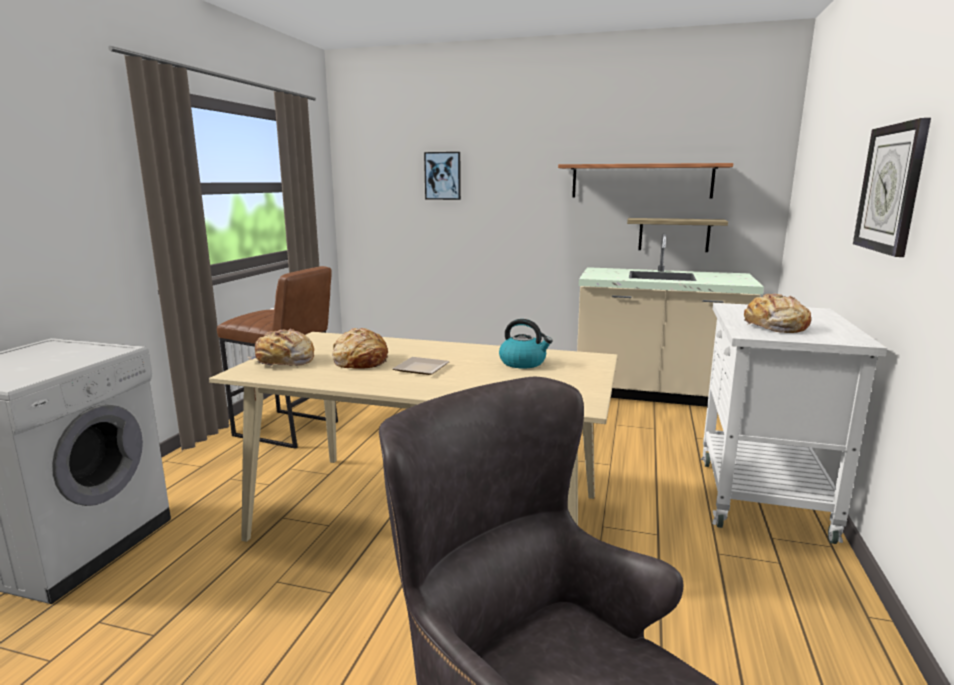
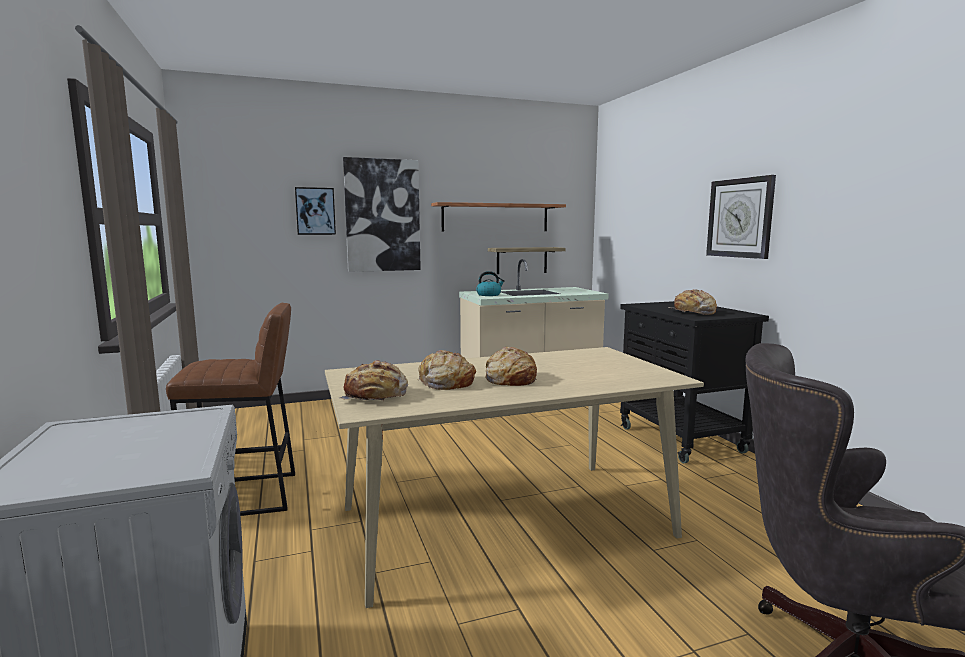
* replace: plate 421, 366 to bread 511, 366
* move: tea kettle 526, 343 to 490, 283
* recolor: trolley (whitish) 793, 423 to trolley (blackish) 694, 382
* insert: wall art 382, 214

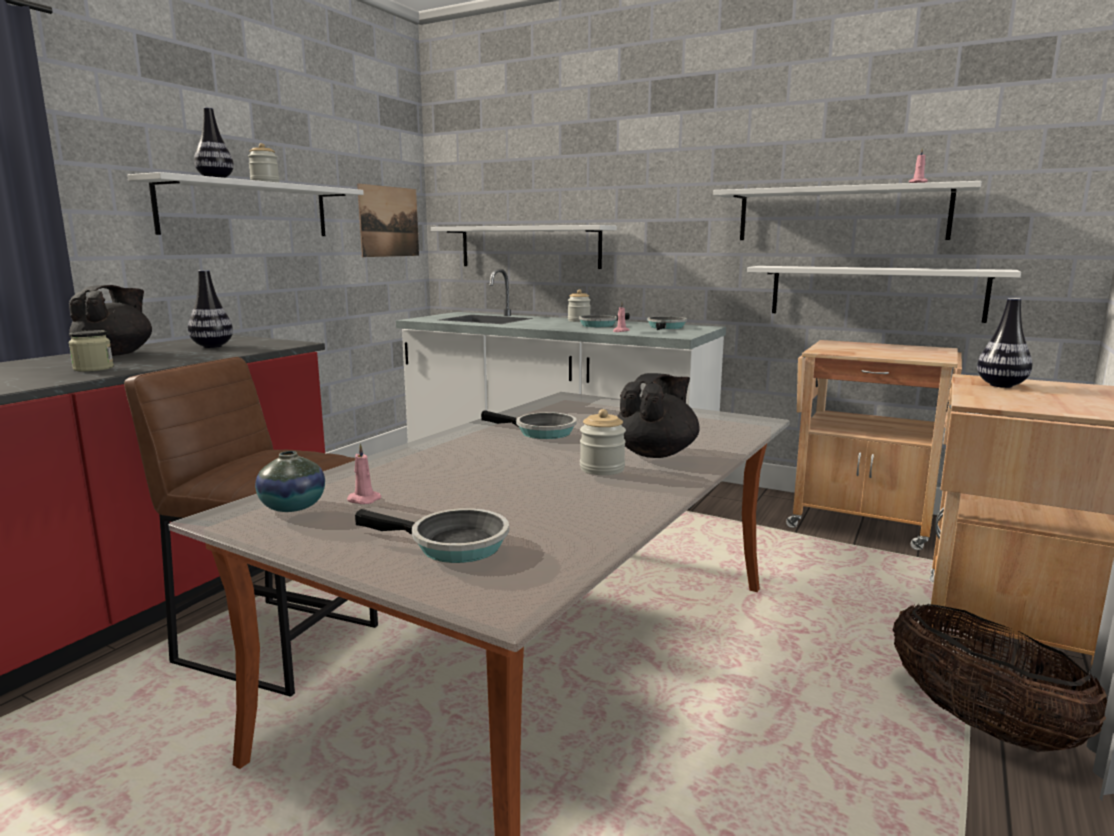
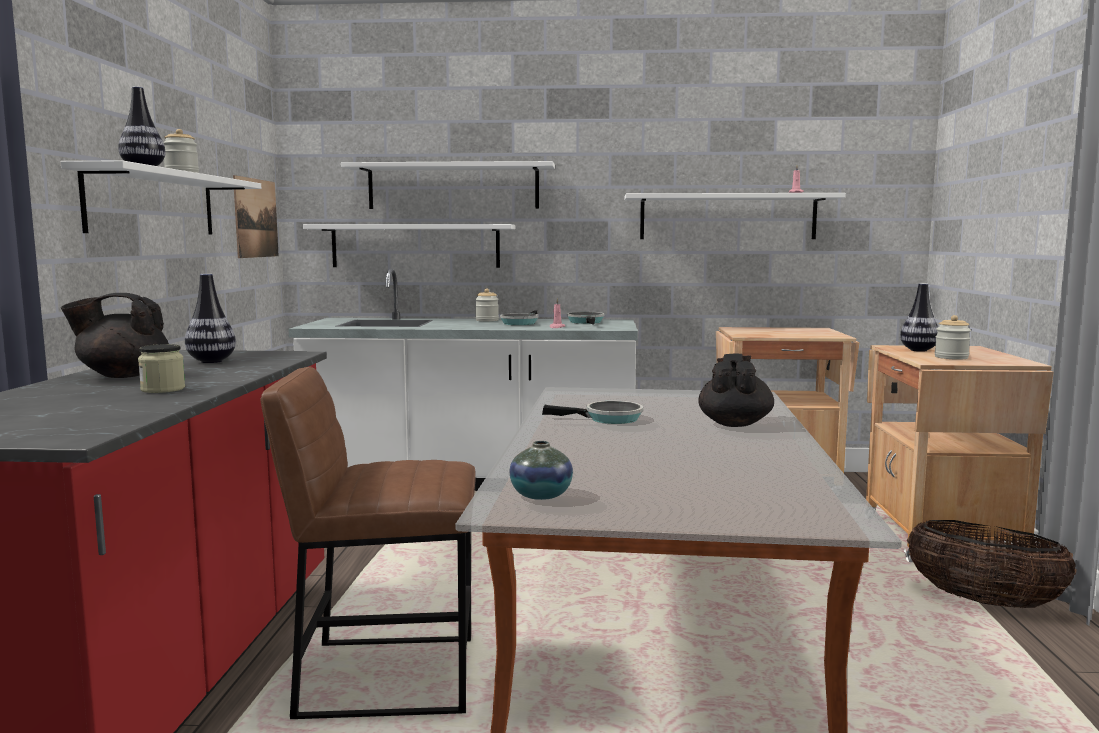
* rotate: teapot (blackish) 110, 320 = 115, 335 90 degrees counterclockwise
* delete: wax candle (pink-coloured) 364, 474
* delete: pan 432, 535
* move: storage jar 603, 442 to 953, 337
* move: bracket shelf (whitish) 884, 294 to 448, 185

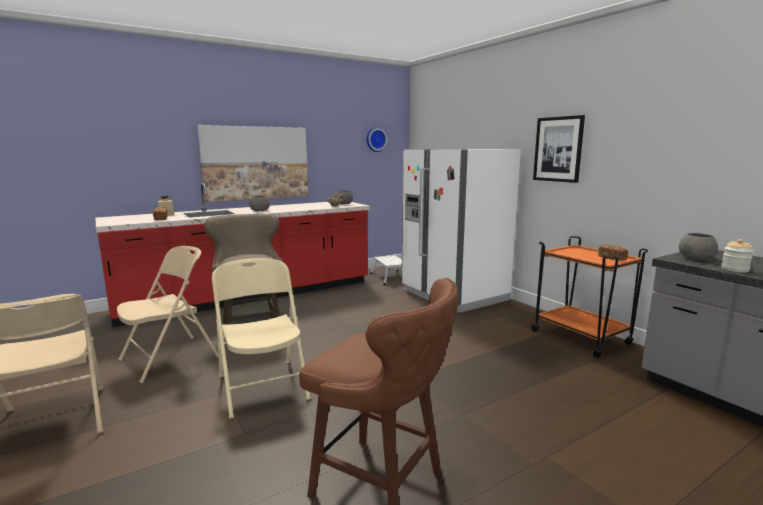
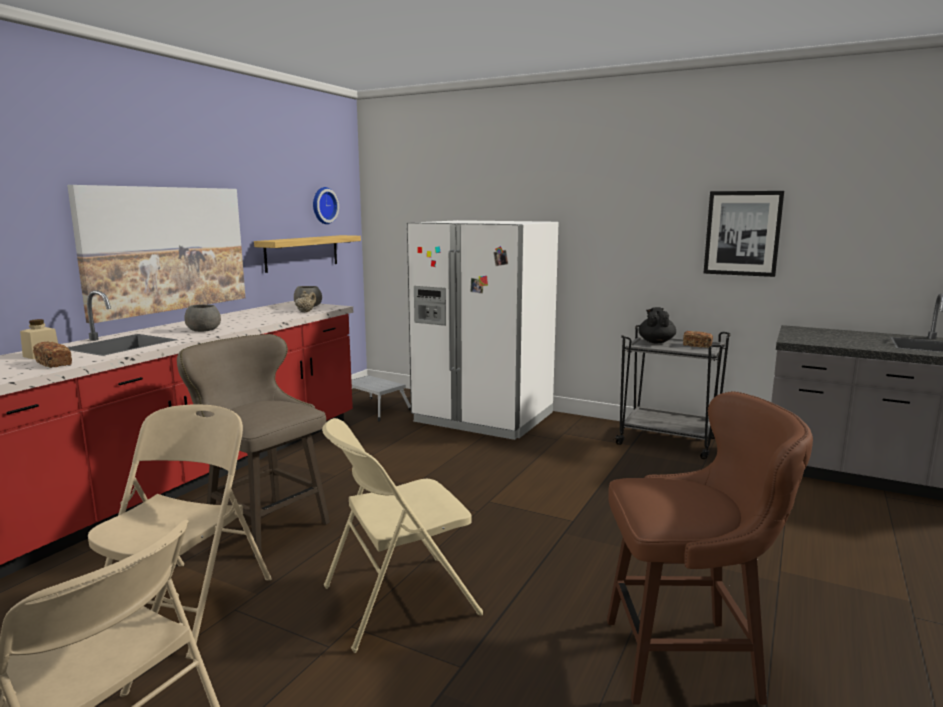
* rotate: plain chair (beige) 261, 338 = 402, 535 60 degrees counterclockwise
* recolor: trolley (orange) 589, 297 to trolley (gray) 672, 392
* move: wall art 559, 149 to 744, 234
* delete: serving bowl (gray) 698, 246
* delete: storage jar 737, 255
* insert: bracket shelf 307, 254
* insert: teapot (blackish) 657, 325

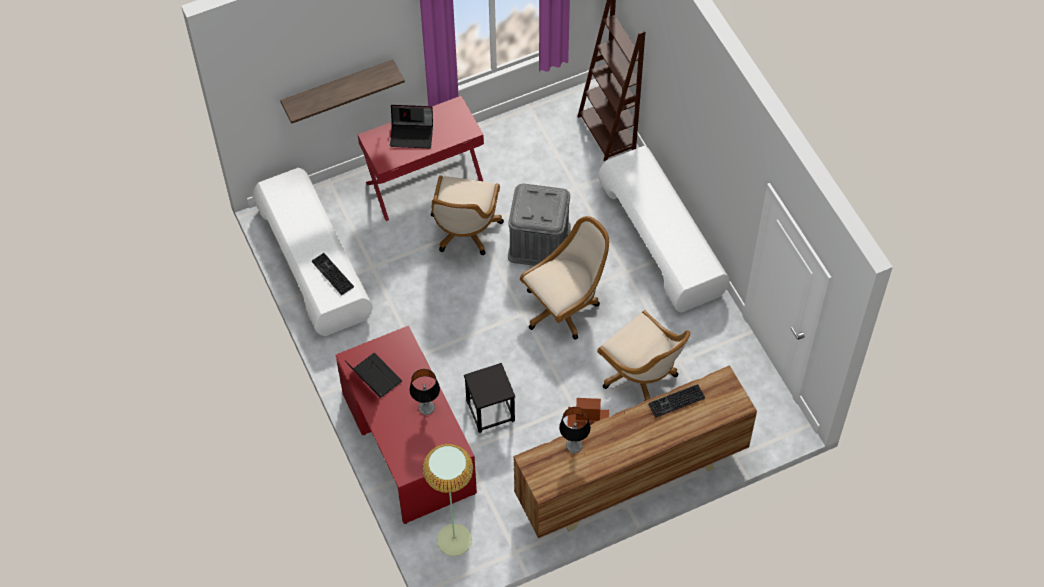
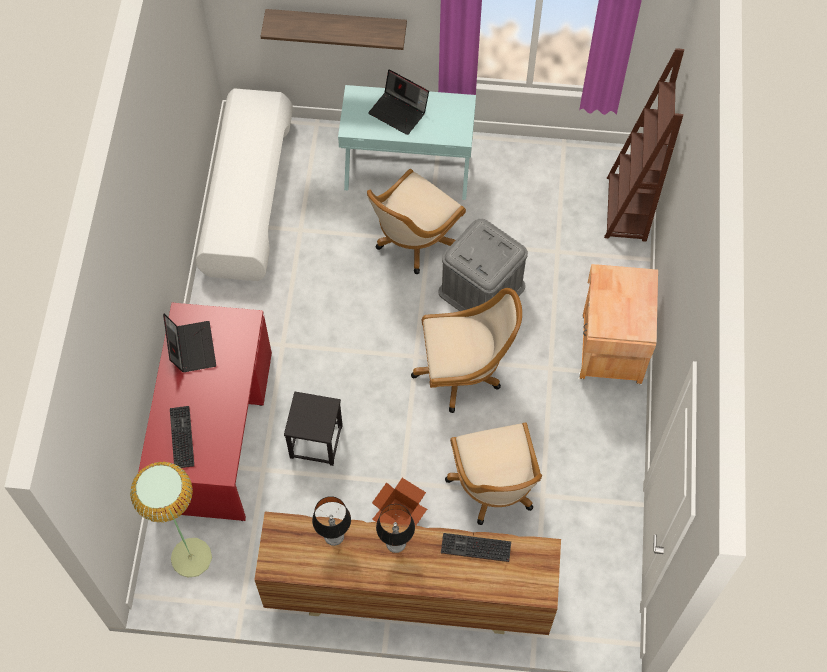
* move: PC keyboard 333, 274 to 182, 437
* recolor: desk (red-coloured) 421, 158 to desk (turquoise-coloured) 407, 142
* move: tabletop lamp 424, 392 to 395, 528
* replace: long seat (whitish) 664, 229 to trolley (brownish) 618, 324

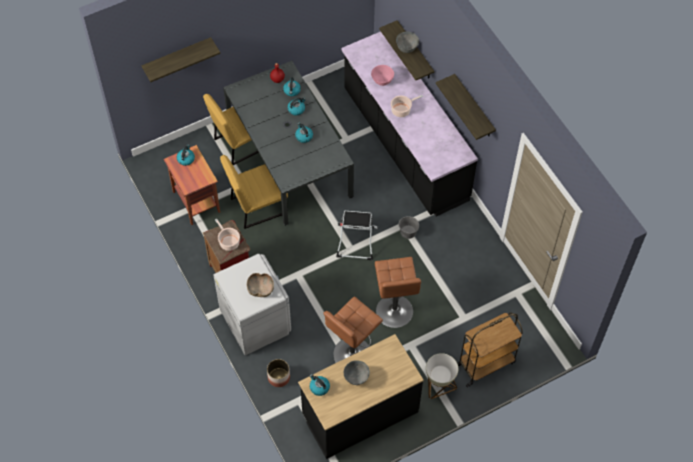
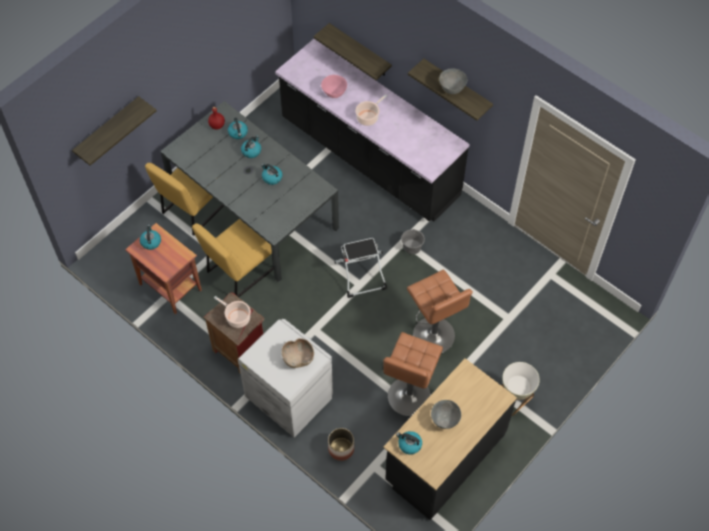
* move: serving bowl (gray) 407, 42 to 453, 81
* delete: trolley (brownish) 490, 350

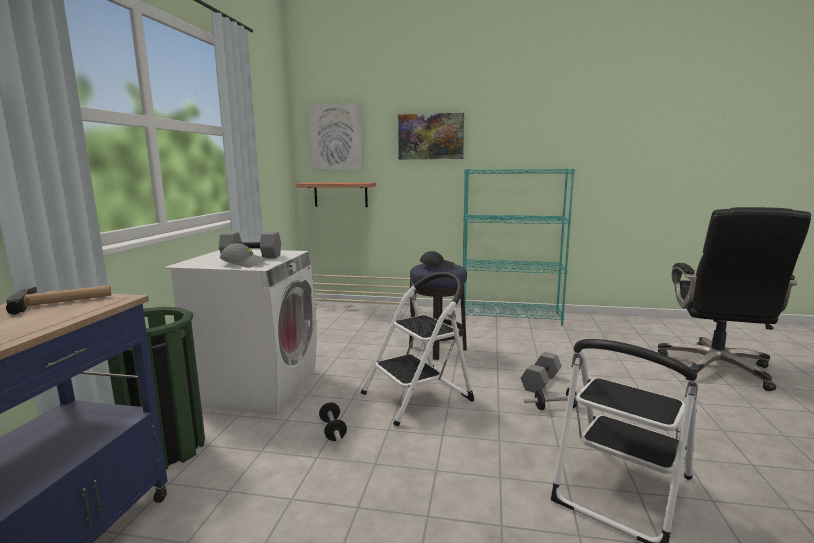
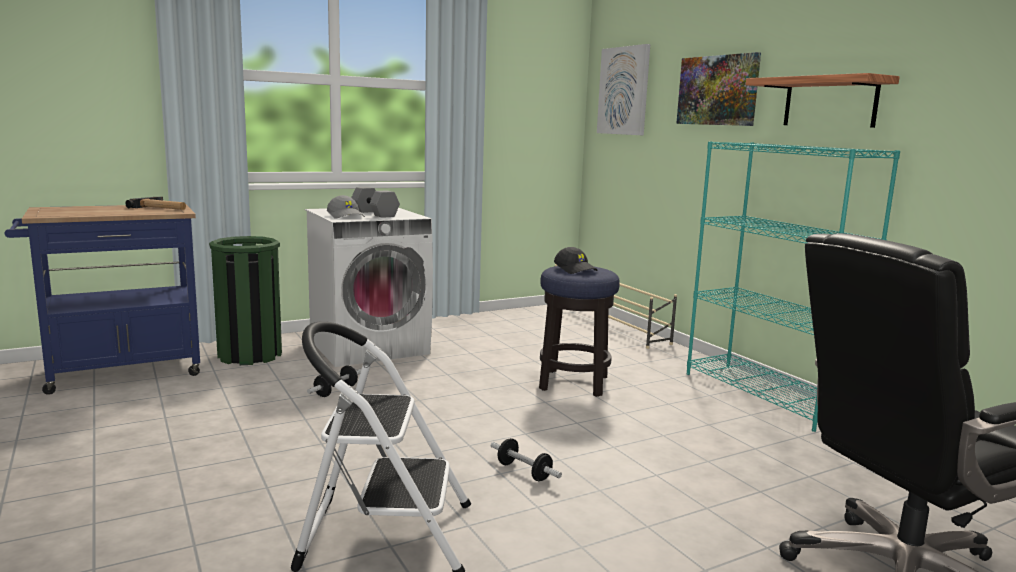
* move: bracket shelf 336, 195 to 823, 100
* delete: stepladder 417, 349
* delete: free weight (gray) 541, 372

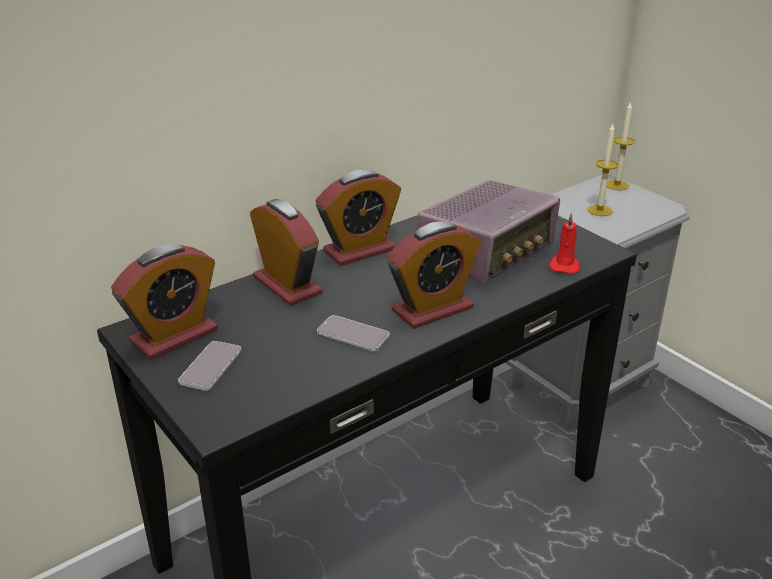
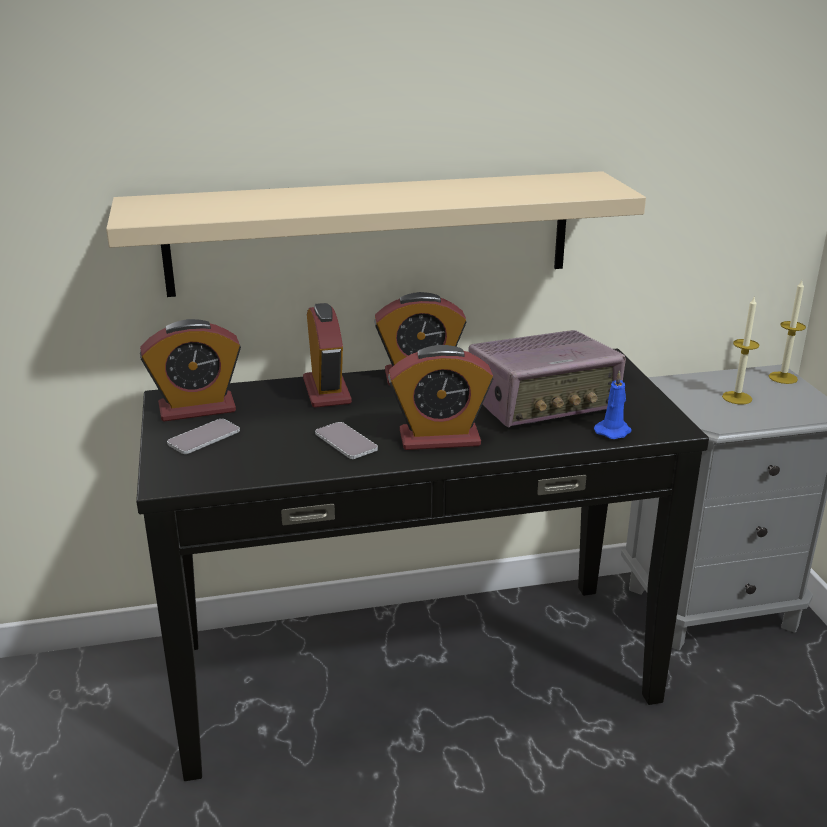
* recolor: wax candle (red-coloured) 564, 243 to wax candle (bluish) 613, 404
* insert: bracket shelf (beige) 376, 234

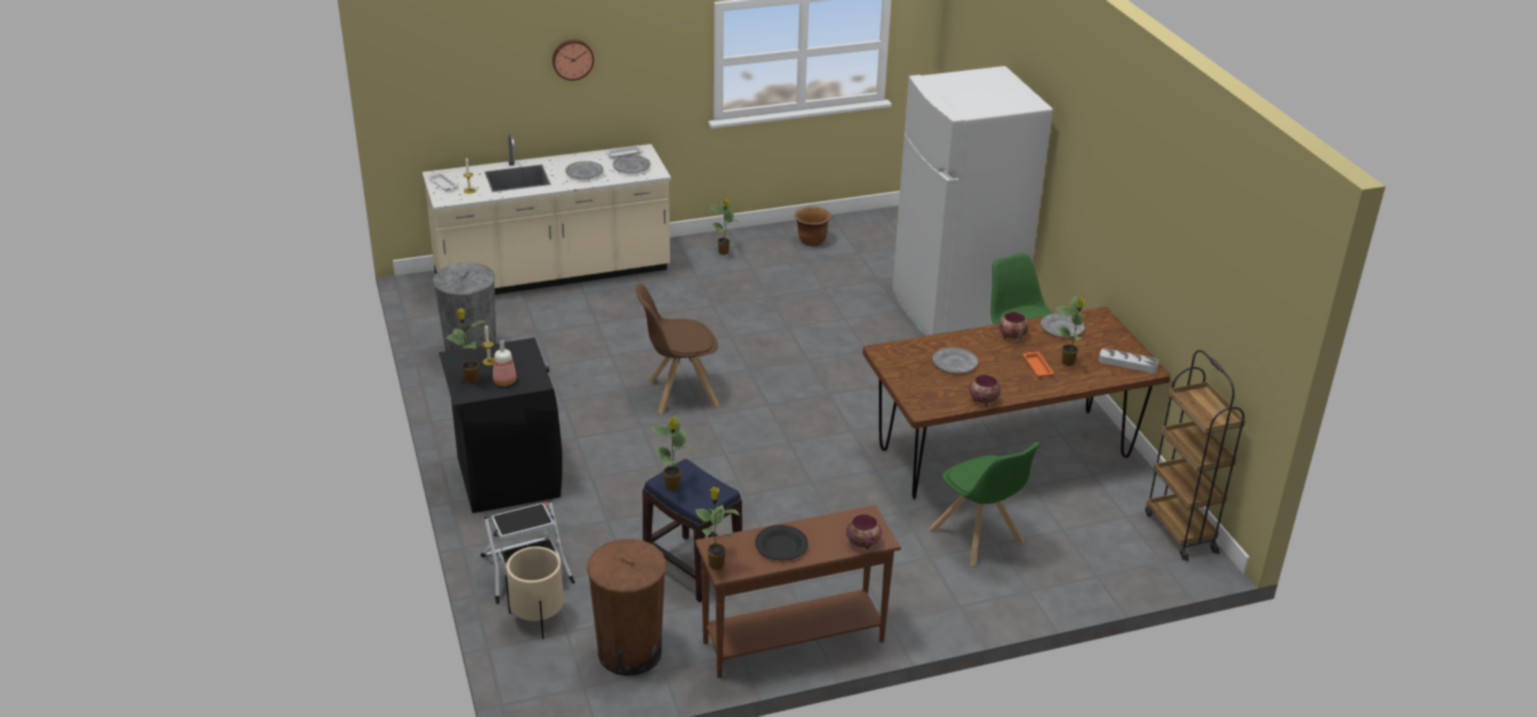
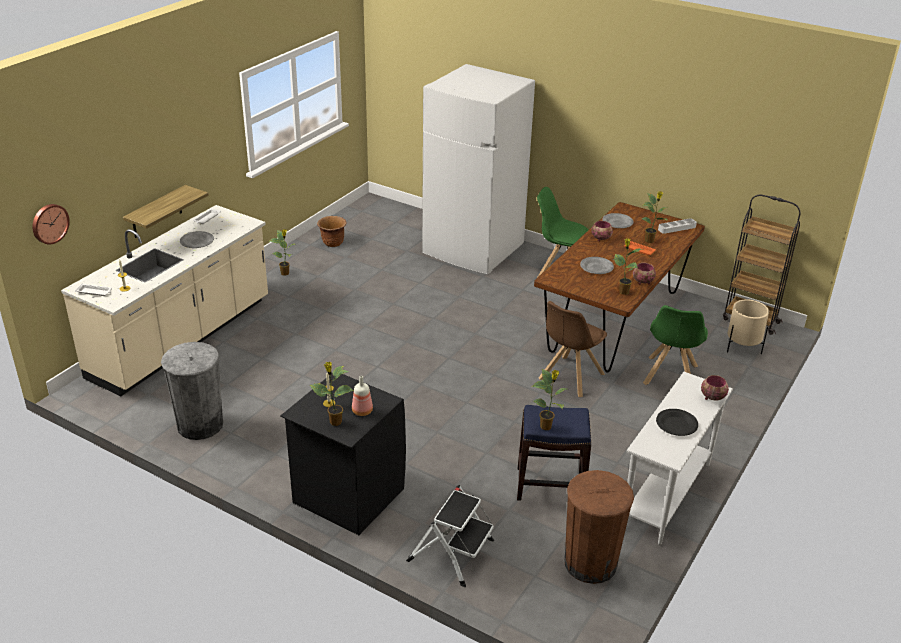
* move: plant pot (beige) 534, 592 to 748, 326
* move: clock on the wall 573, 60 to 51, 224
* delete: plate (gray) 632, 164
* move: plain chair (brownish) 677, 349 to 573, 349
* move: houseplant 717, 528 to 628, 266
* recolor: console table (brownish) 798, 592 to console table (whitish) 679, 458
* rotate: plain chair (greenish) 984, 504 = 675, 345 90 degrees clockwise
* insert: bracket shelf 166, 211

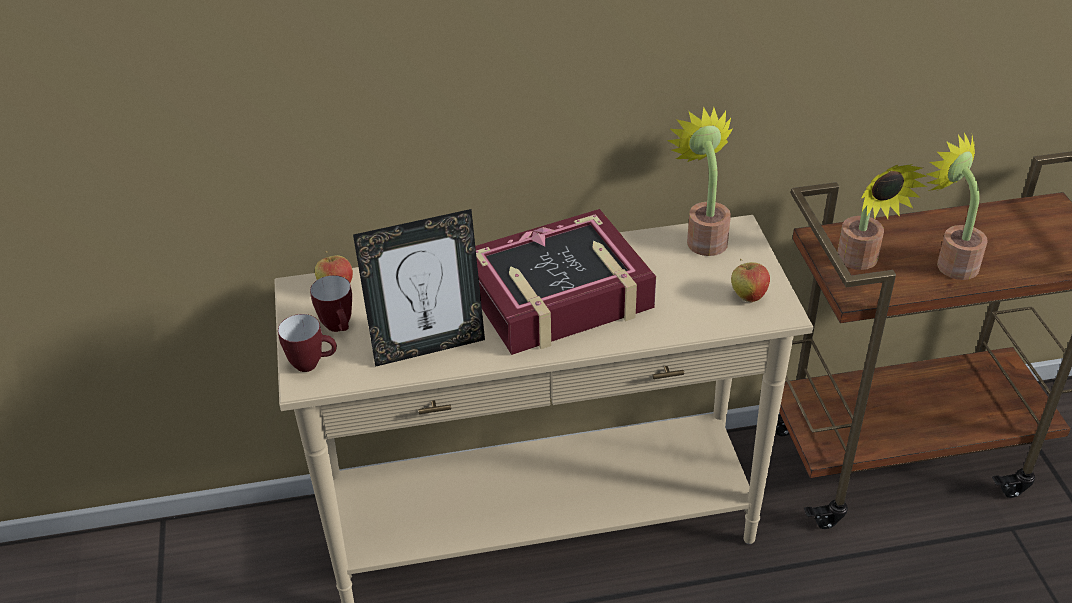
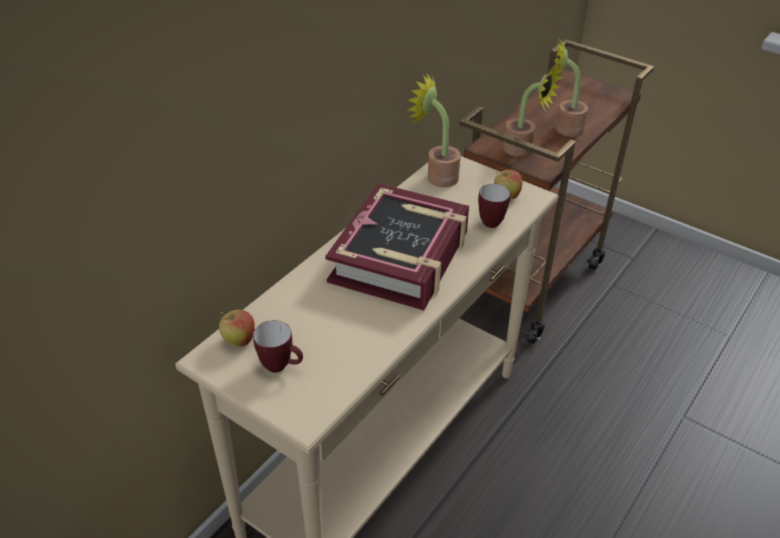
* move: tea mug 307, 343 to 494, 206
* delete: standing frame 419, 288

